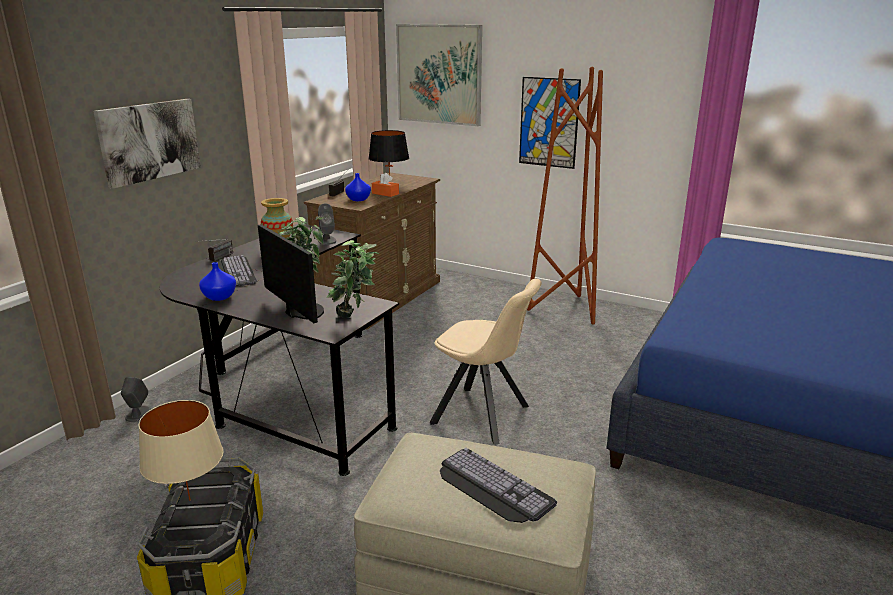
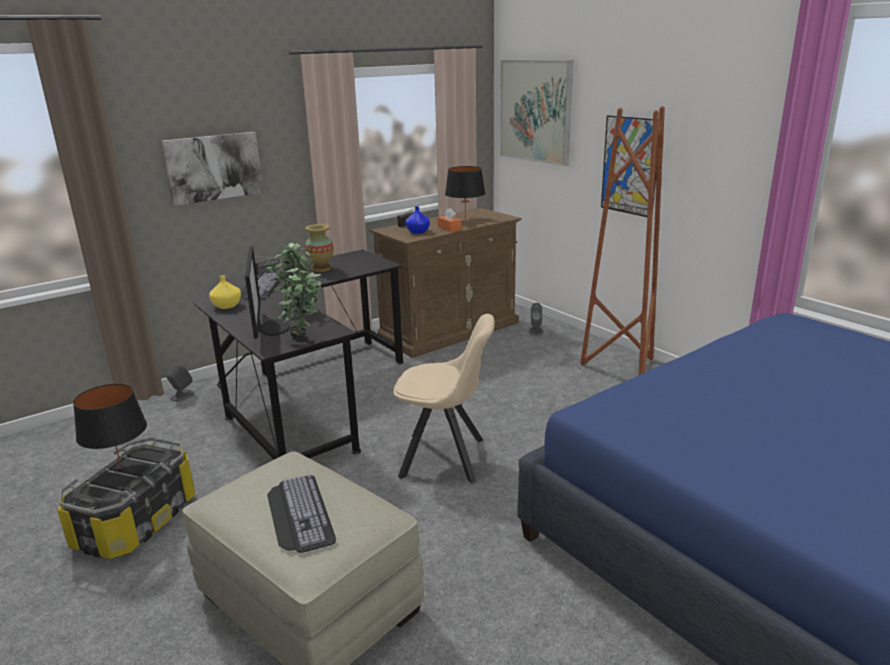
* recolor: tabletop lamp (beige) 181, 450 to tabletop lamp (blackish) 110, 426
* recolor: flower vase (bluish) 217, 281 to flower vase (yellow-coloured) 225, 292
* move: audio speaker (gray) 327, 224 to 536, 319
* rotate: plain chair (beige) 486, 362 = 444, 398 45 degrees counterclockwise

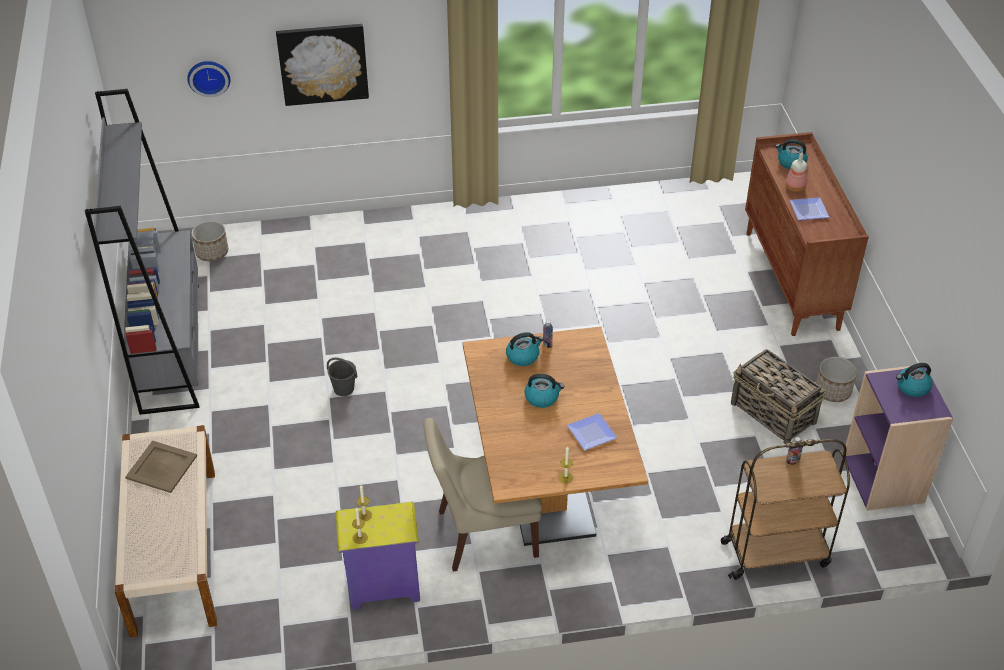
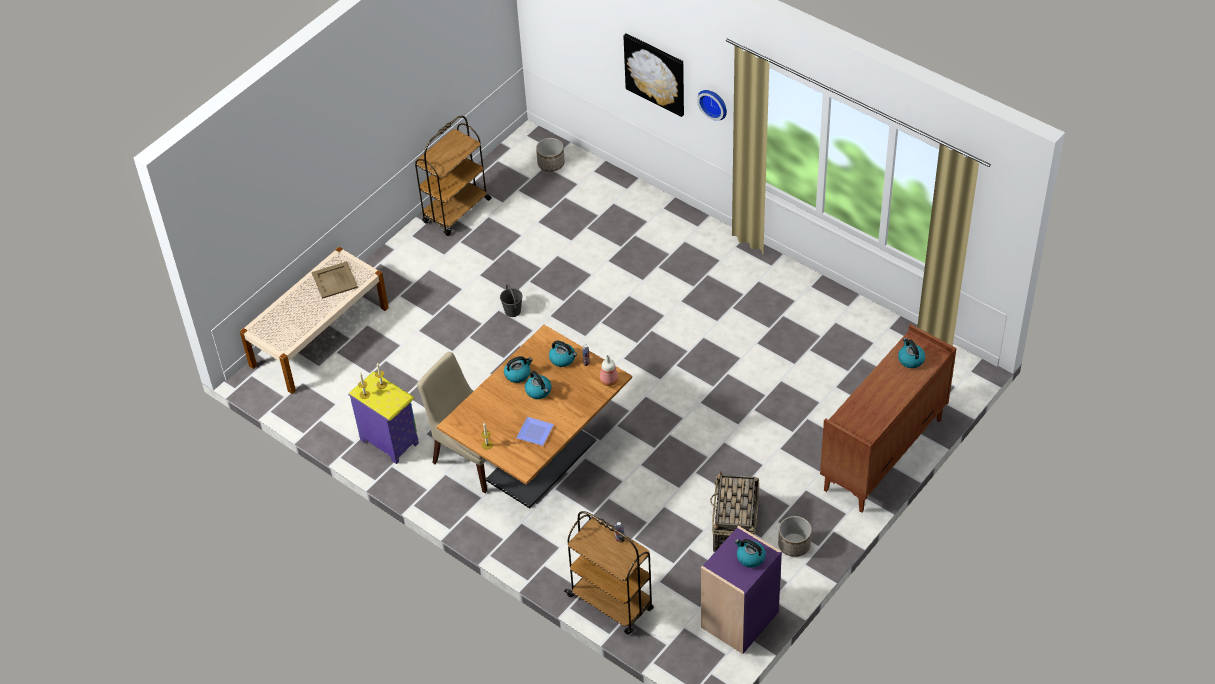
* replace: bookshelf (gray) 142, 252 to trolley (brownish) 453, 176
* move: clock on the wall 208, 79 to 712, 105
* move: bottle 796, 172 to 609, 370
* delete: plate 809, 208
* insert: tea kettle 518, 369

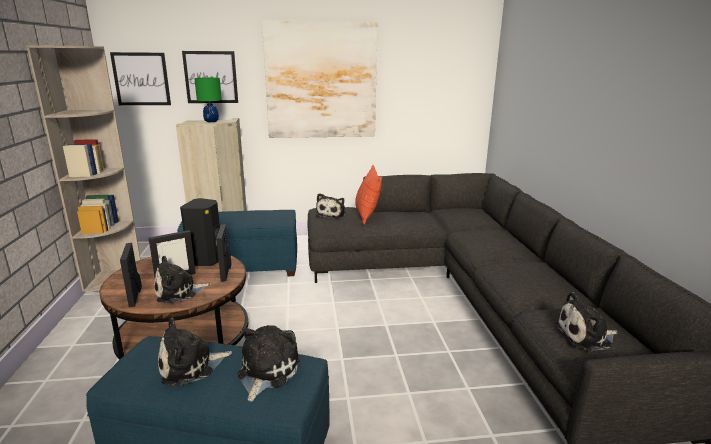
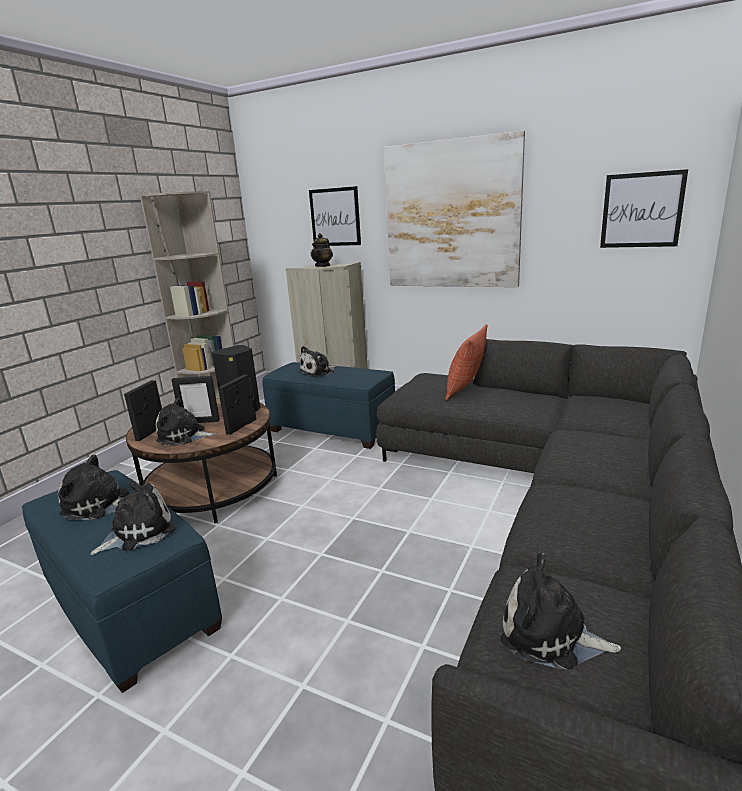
* move: wall art 140, 78 to 644, 208
* replace: tabletop lamp (greenish) 208, 99 to teapot 322, 250
* move: soft toy 331, 206 to 317, 361

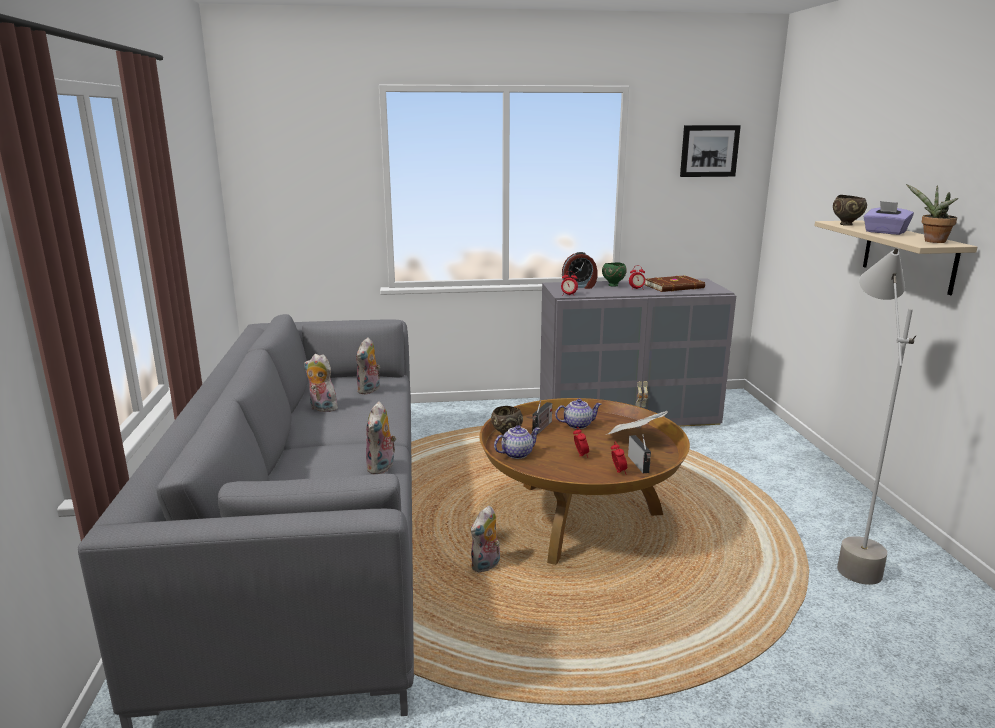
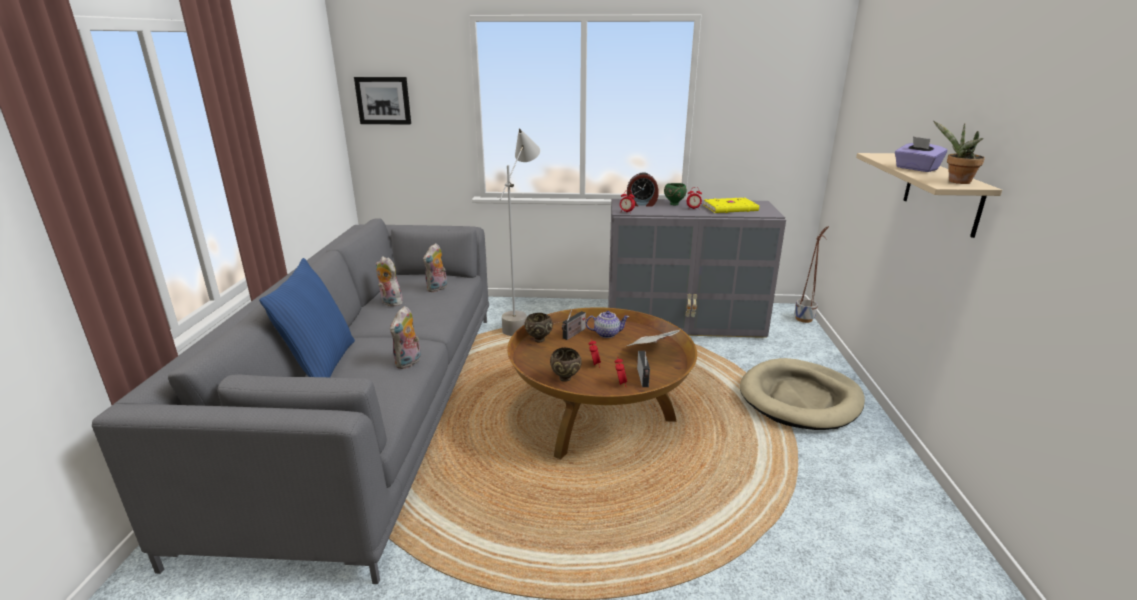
* delete: soft toy 485, 539
* delete: teapot 517, 442
* recolor: volume (brownish) 674, 283 to volume (yellow-coloured) 731, 205
* move: wall art 710, 151 to 382, 101
* move: serving bowl (brownish) 850, 210 to 566, 364
* move: floor lamp (gray) 876, 416 to 519, 232
* insert: throw pillow (bluish) 307, 317
* insert: pet bed (beige) 802, 394
* insert: plant pot 811, 274

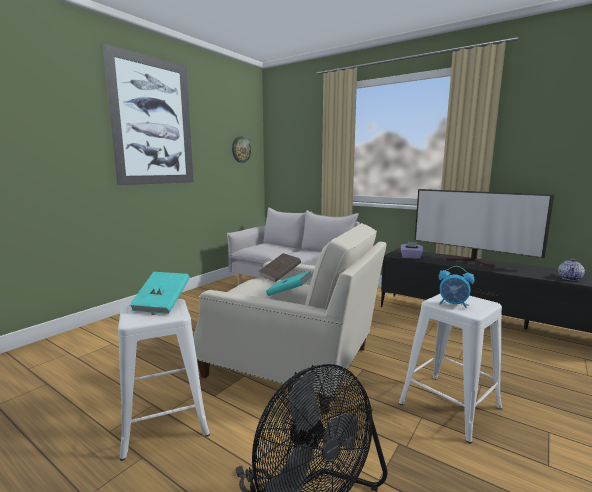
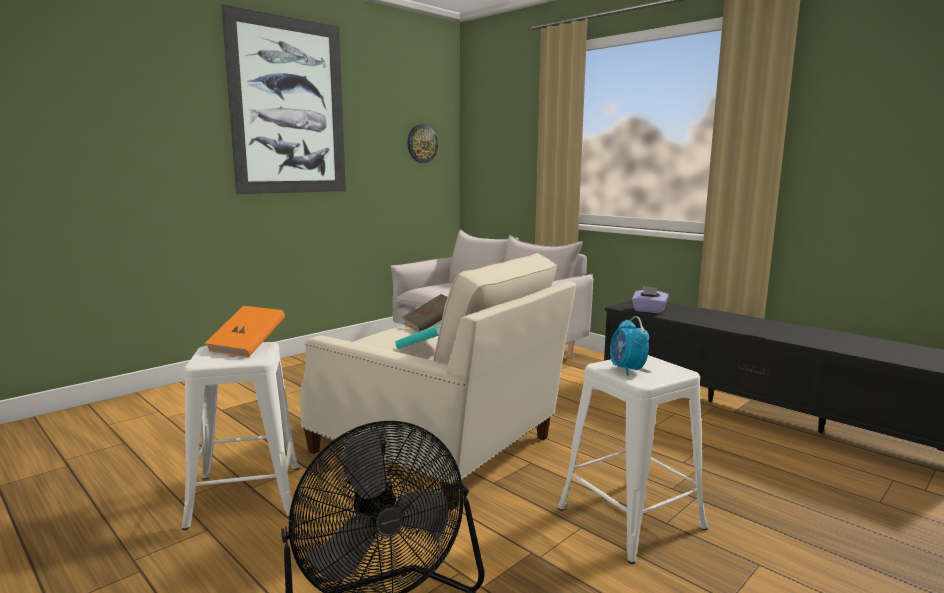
* recolor: volume (turquoise-coloured) 160, 293 to volume (orange) 245, 331
* delete: TV set 484, 228
* rotate: table clock 457, 287 = 629, 346 45 degrees clockwise
* delete: teapot 571, 270

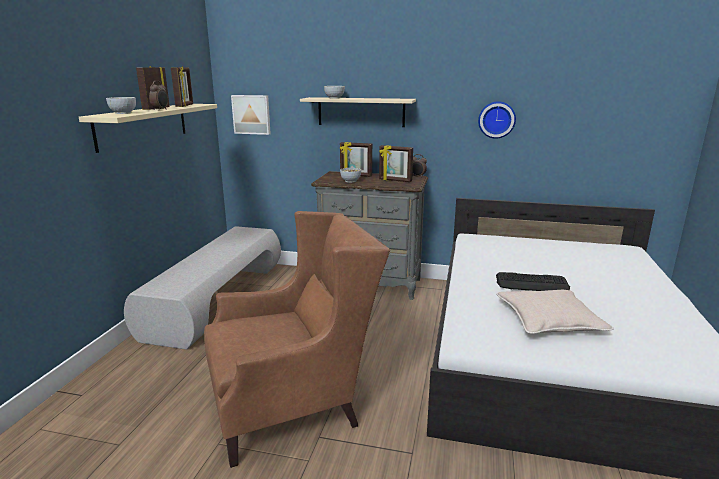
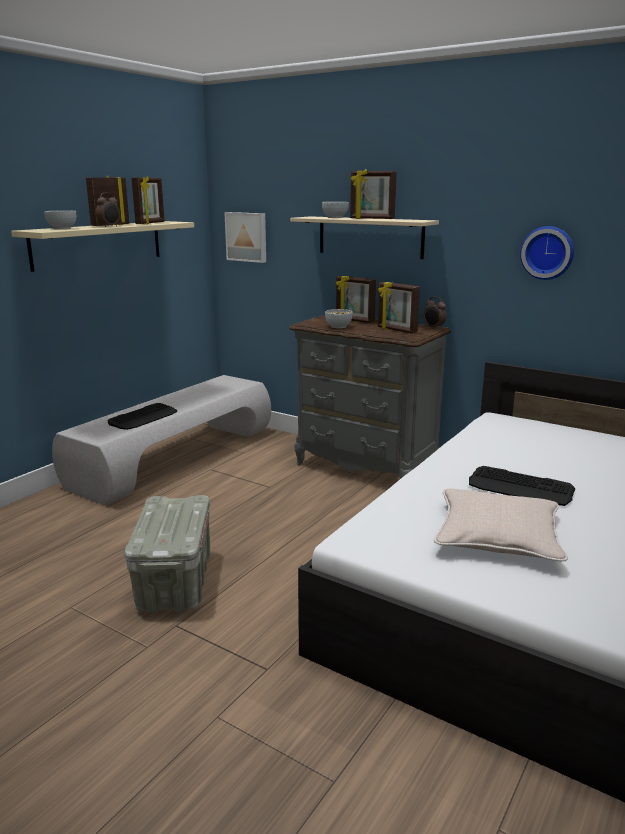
* replace: armchair (brownish) 297, 339 to storage container (gray) 167, 554
* insert: PC keyboard 142, 416
* insert: standing frame 373, 194

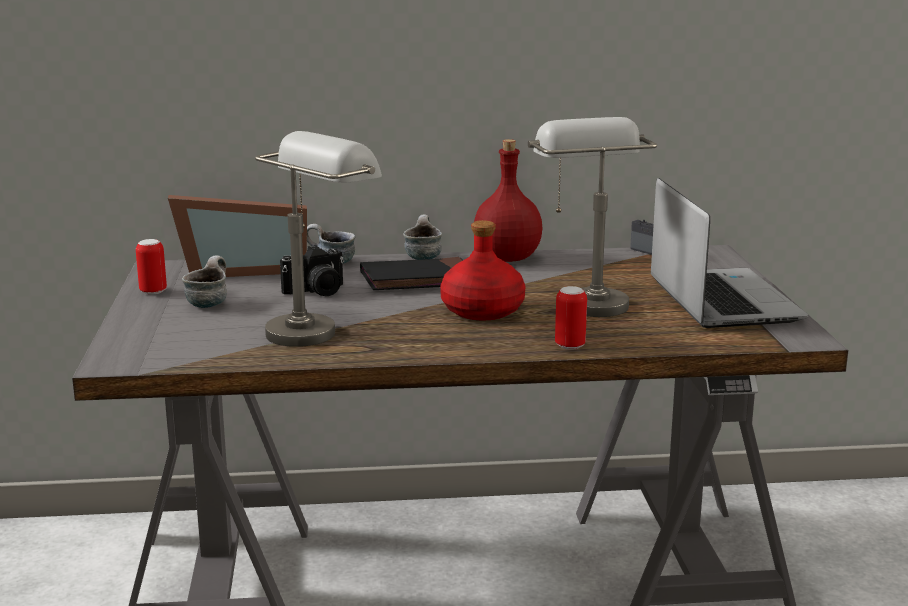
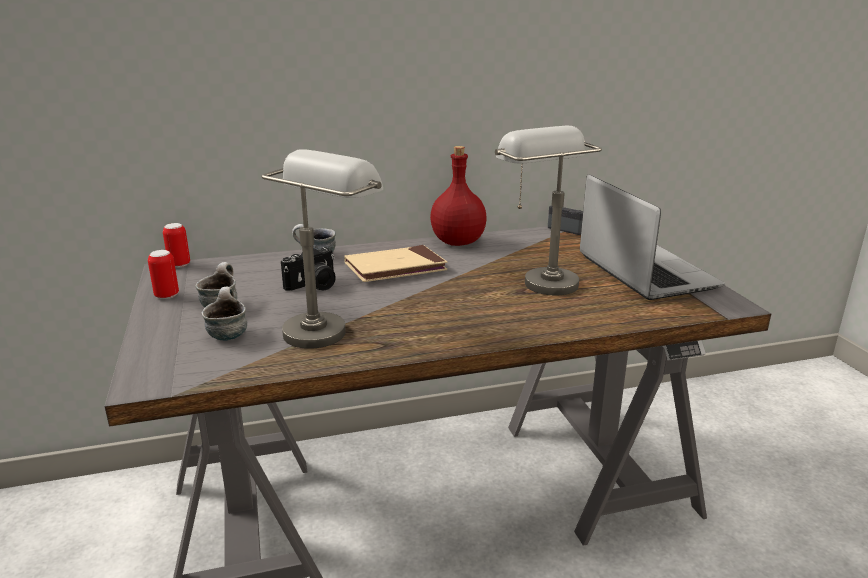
* delete: standing frame 237, 236
* recolor: volume (blackish) 411, 273 to volume (beige) 395, 263
* move: tea mug 422, 237 to 224, 313
* delete: bottle (red-coloured) 482, 270
* move: can 571, 318 to 176, 245

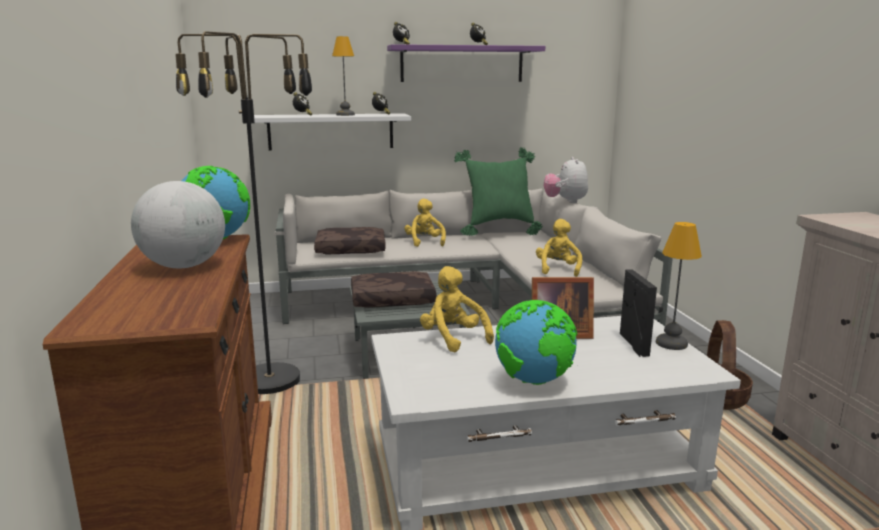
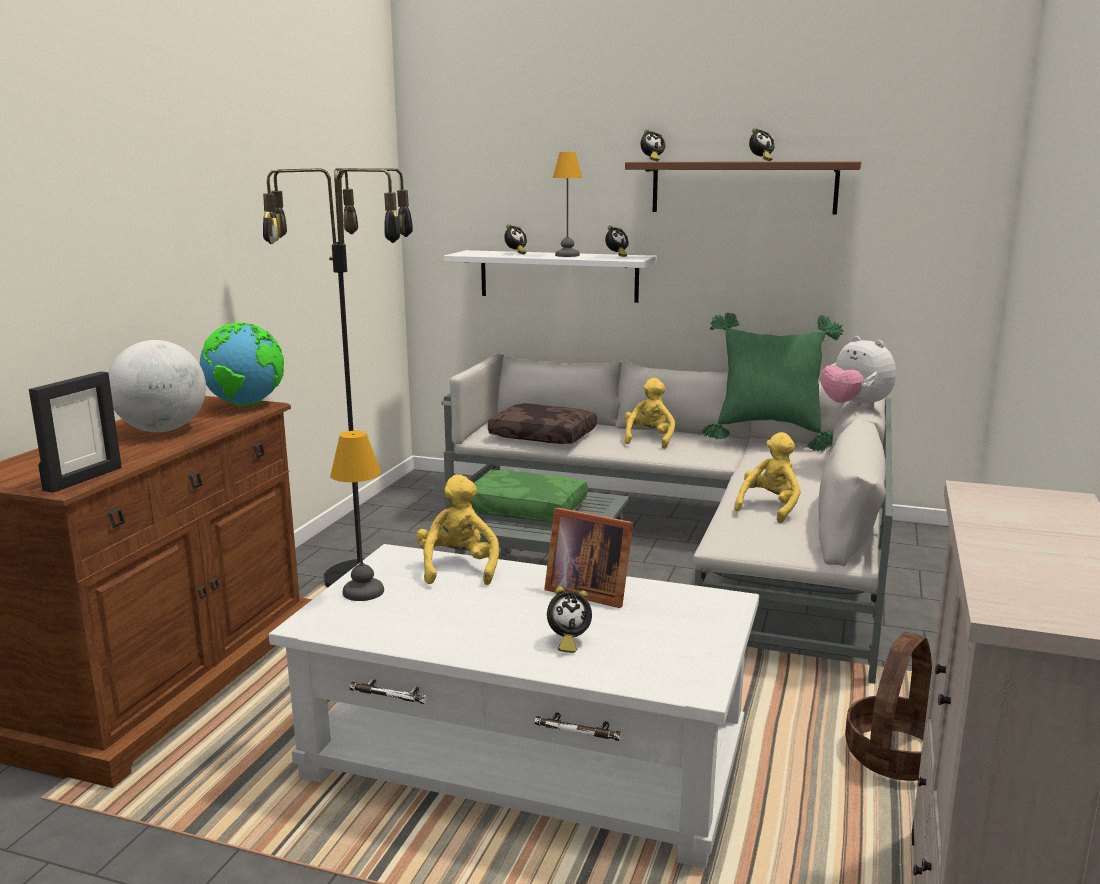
* recolor: throw pillow (brownish) 394, 289 to throw pillow (greenish) 528, 496
* recolor: bracket shelf (purple-coloured) 466, 63 to bracket shelf (brownish) 743, 188
* delete: globe 536, 342
* rotate: soft toy 566, 180 = 858, 372 60 degrees counterclockwise
* move: standing frame 638, 313 to 75, 432
* move: tabletop lamp 679, 286 to 357, 516
* insert: table clock 569, 619

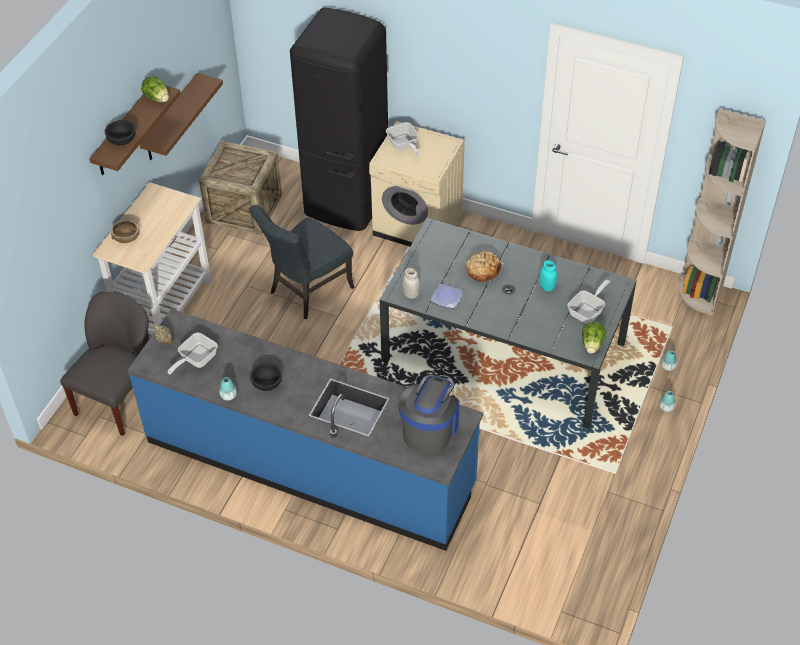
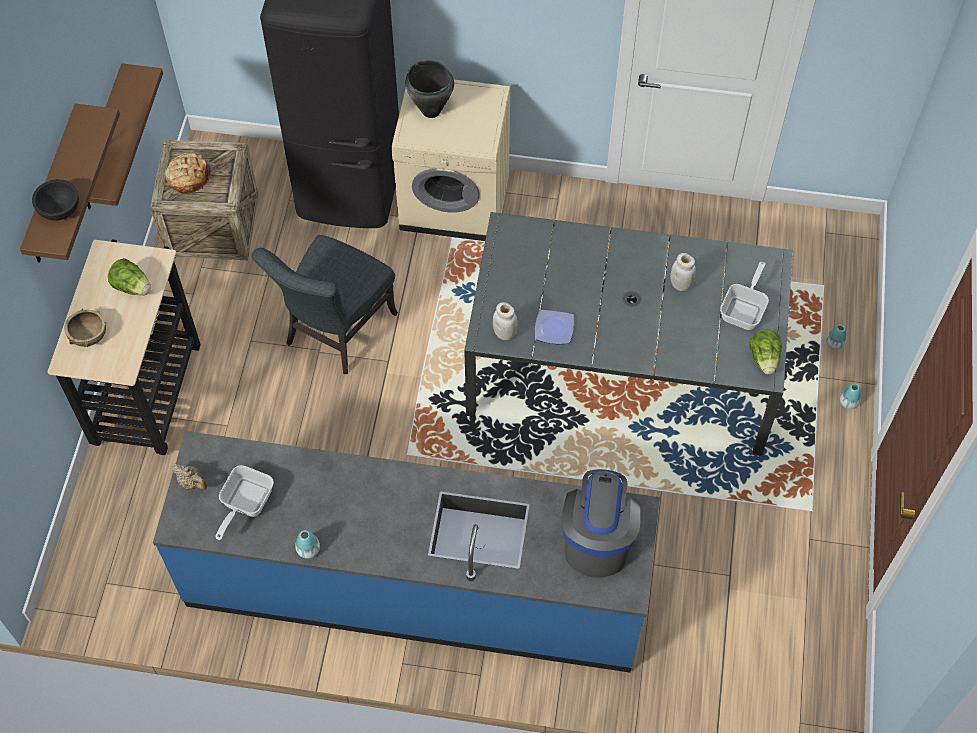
* delete: plain chair (gray) 104, 363
* recolor: trolley (whitish) 152, 259 to trolley (blackish) 124, 347
* move: lettuce 155, 88 to 129, 277
* delete: serving bowl (blackish) 266, 376
* replace: pan 402, 139 to cooking pot (blackish) 429, 89
* move: bread 485, 266 to 189, 173
* recolor: storage jar (turquoise-coloured) 548, 275 to storage jar (whitish) 683, 272
* delete: bookshelf (beige) 722, 211

